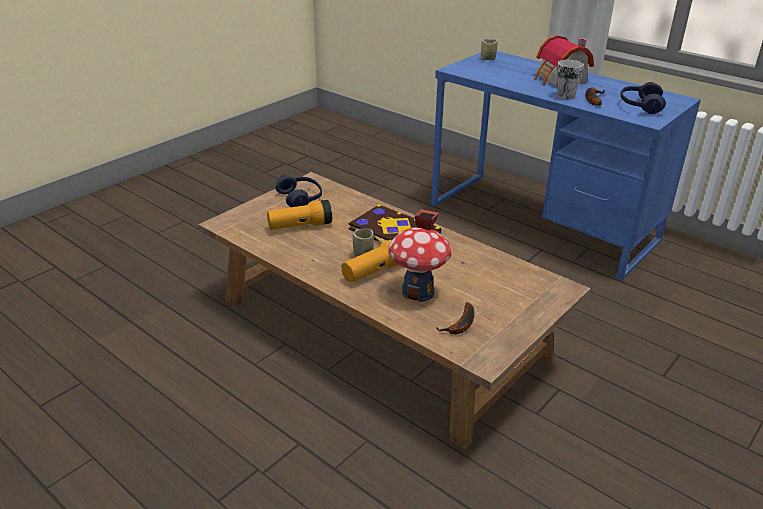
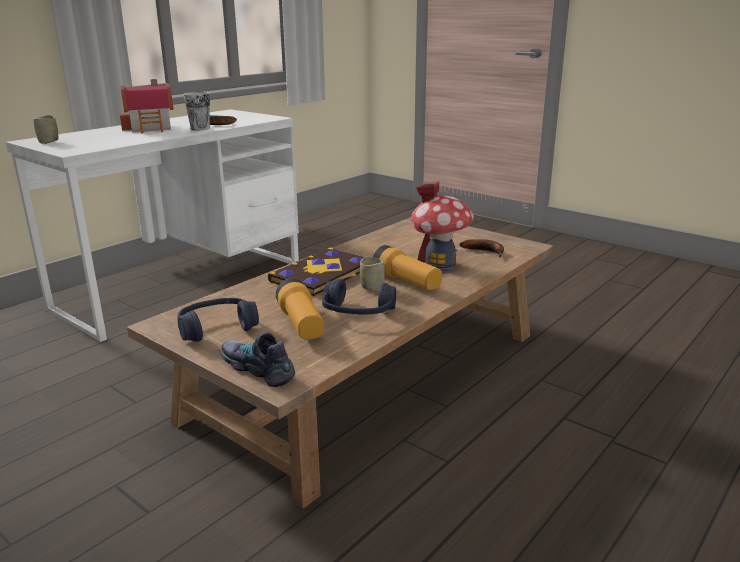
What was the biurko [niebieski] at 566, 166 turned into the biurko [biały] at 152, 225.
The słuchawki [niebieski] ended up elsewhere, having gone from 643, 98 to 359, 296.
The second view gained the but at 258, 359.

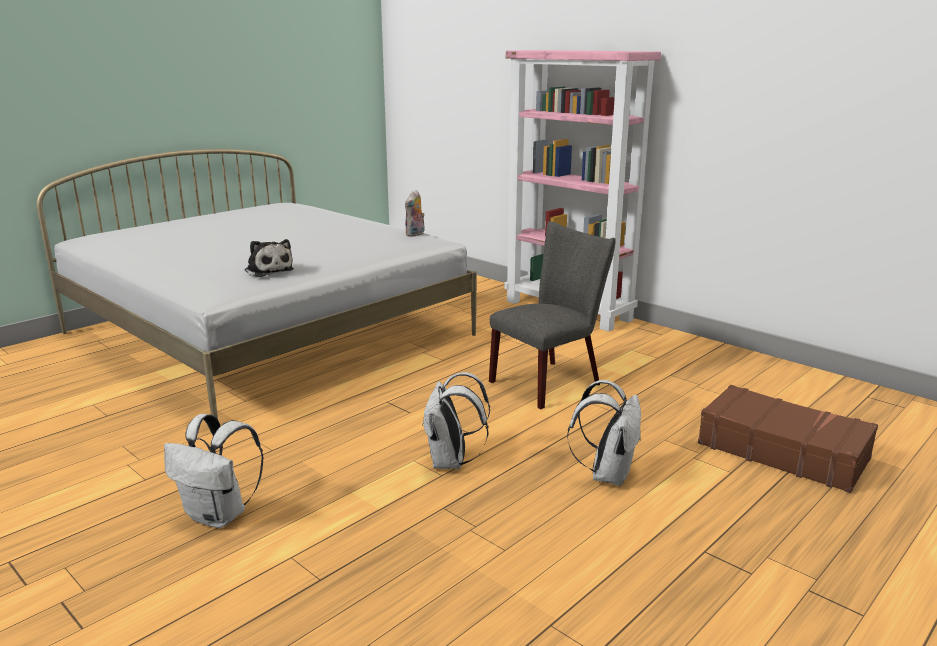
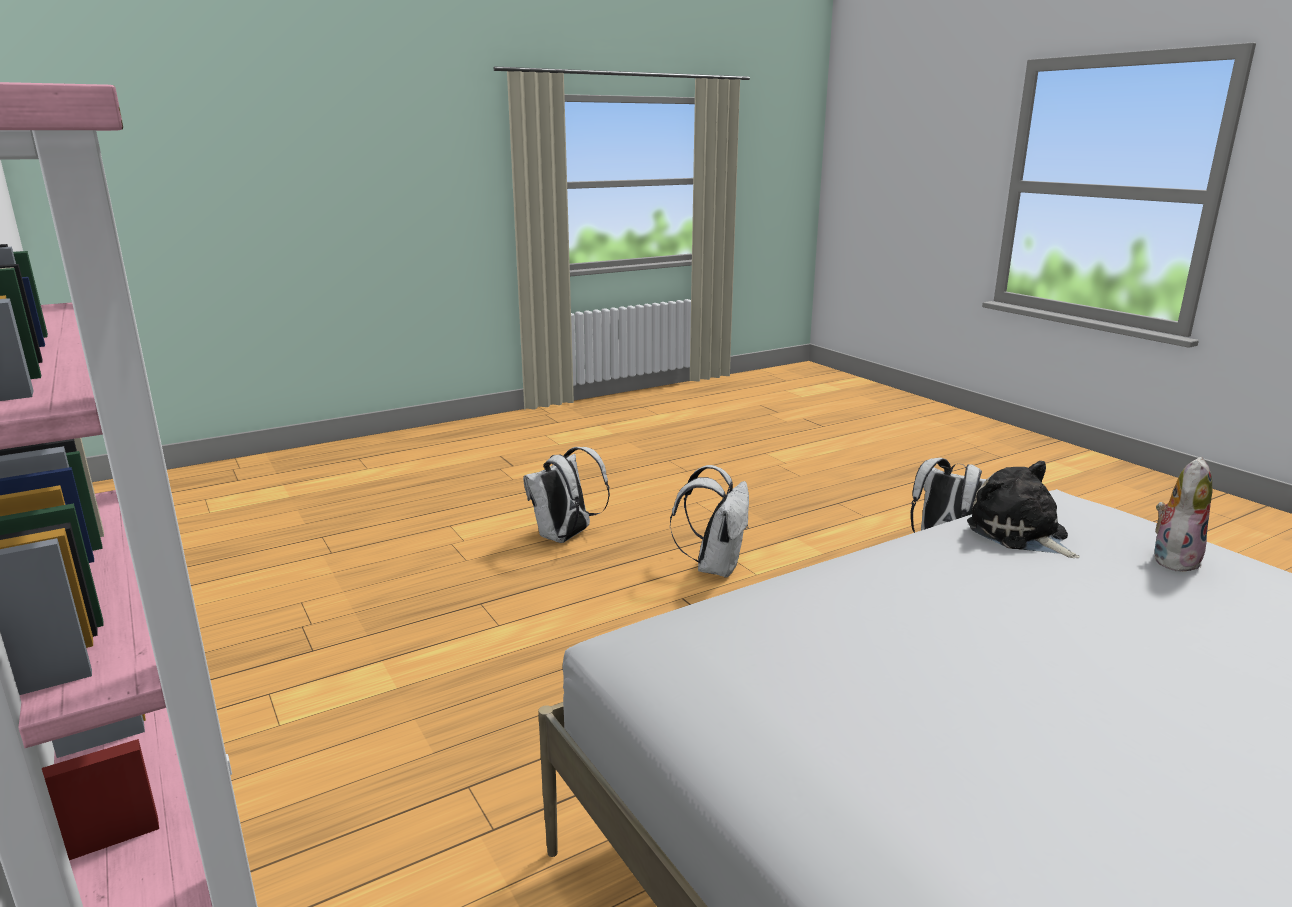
The pluszak ended up elsewhere, having gone from 415, 213 to 1184, 515.
The second view lost the krzesło [szary] at 552, 315.
The second view lost the walizka [brązowy] at 788, 439.

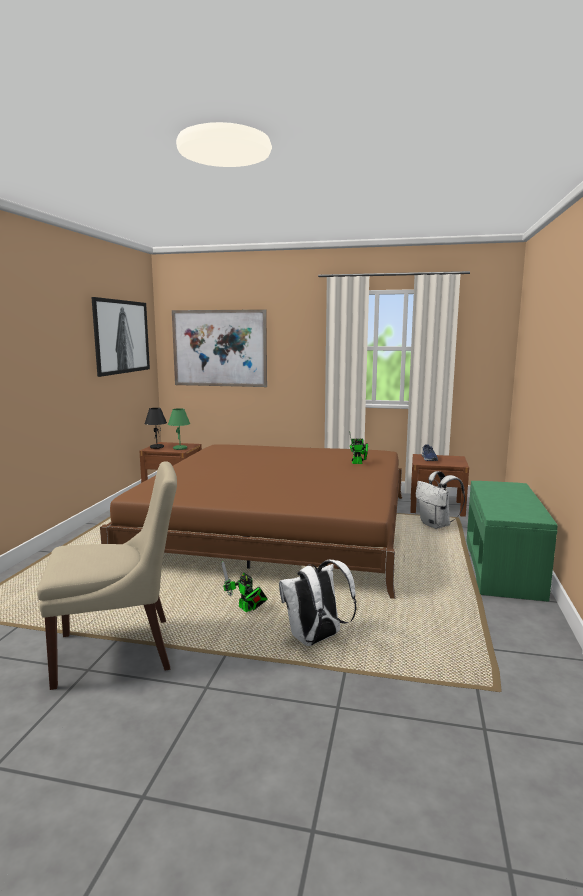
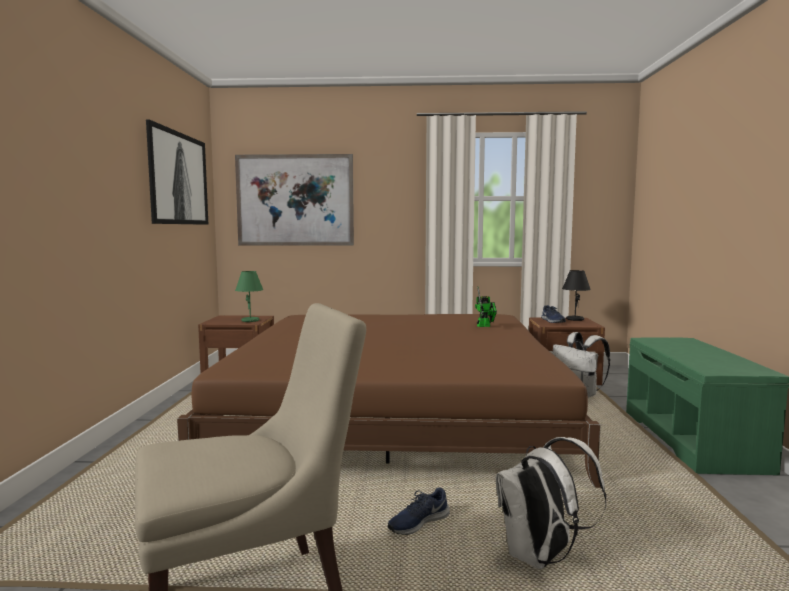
The lampa stołowa [czarny] ended up elsewhere, having gone from 155, 428 to 576, 295.
Where the robot zabawkowy stood at 244, 586, the but [niebieski] came to stand at 418, 511.

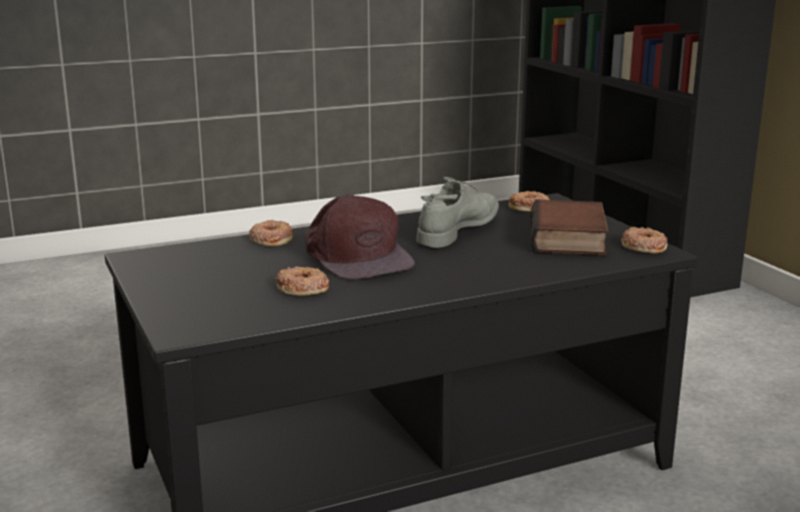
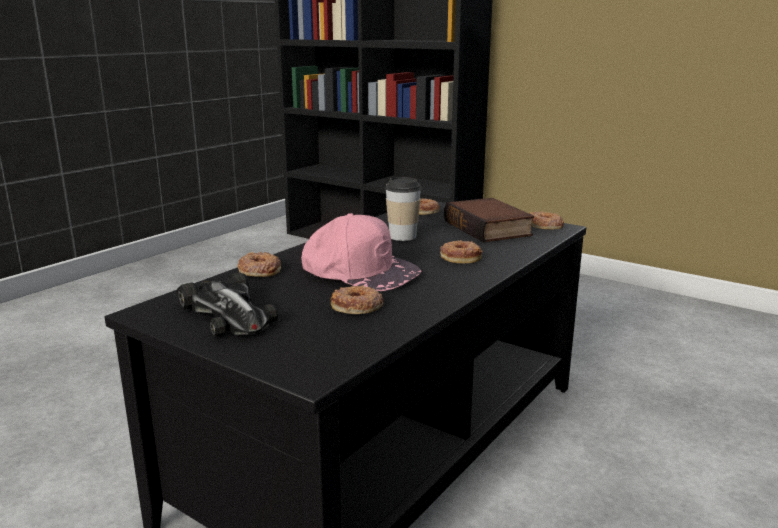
Where the but [szary] stood at 457, 212, the filiżanka came to stand at 403, 209.
What was the czapka z daszkiem [brązowy] at 360, 237 turned into the czapka z daszkiem [różowy] at 361, 252.
The second view gained the donut at 461, 251.
The second view gained the samochodzik at 227, 304.

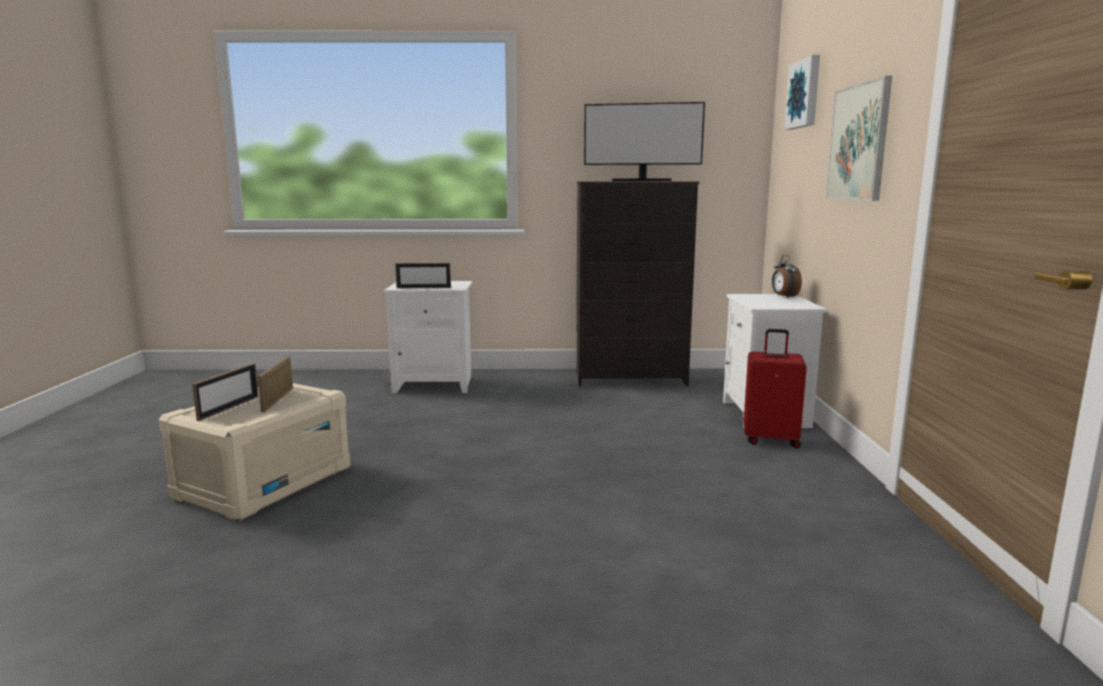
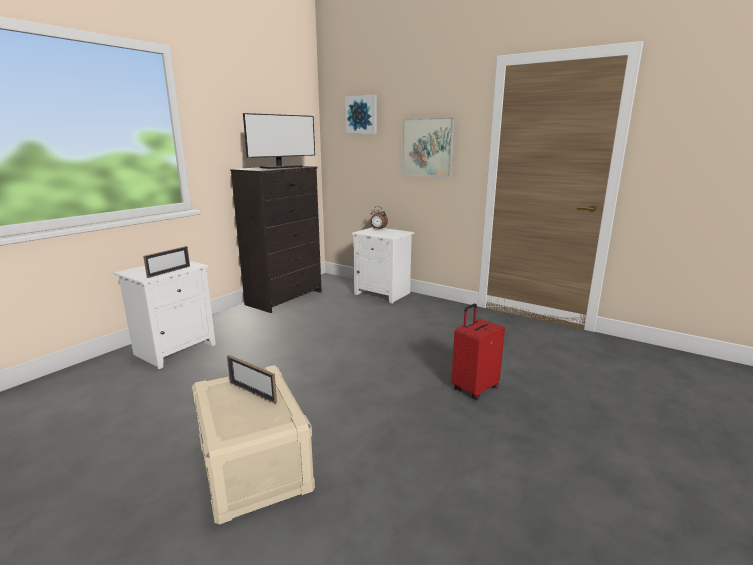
The walizka [czerwony] ended up elsewhere, having gone from 775, 388 to 478, 352.
The second view lost the ramka na zdjęcie at 225, 392.

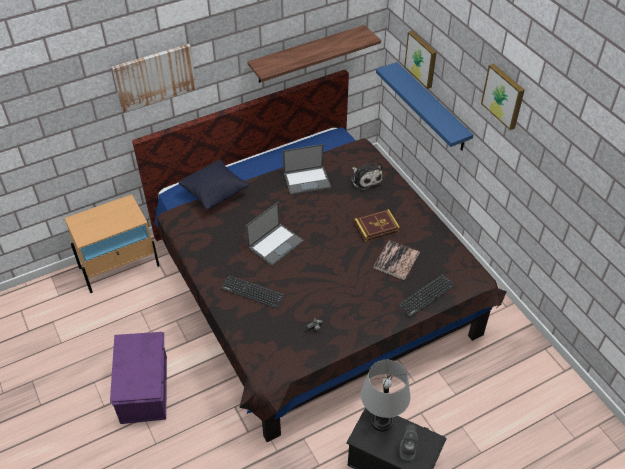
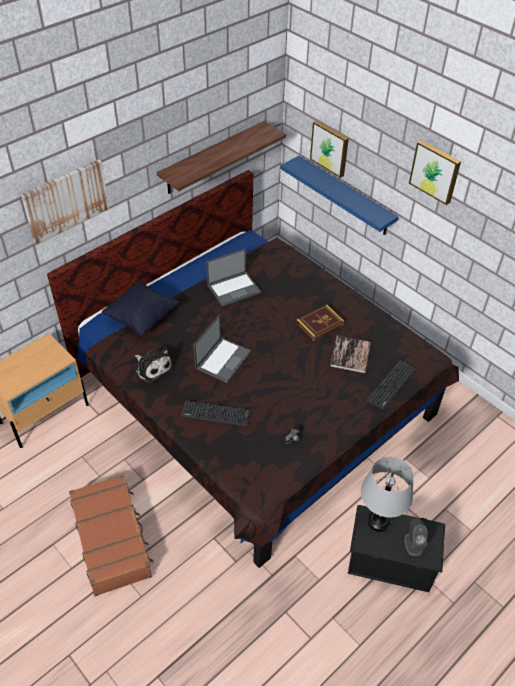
The pluszak ended up elsewhere, having gone from 366, 176 to 154, 365.
Where the pojemnik do przechowywania [fioletowy] stood at 138, 378, the walizka [brązowy] came to stand at 111, 535.

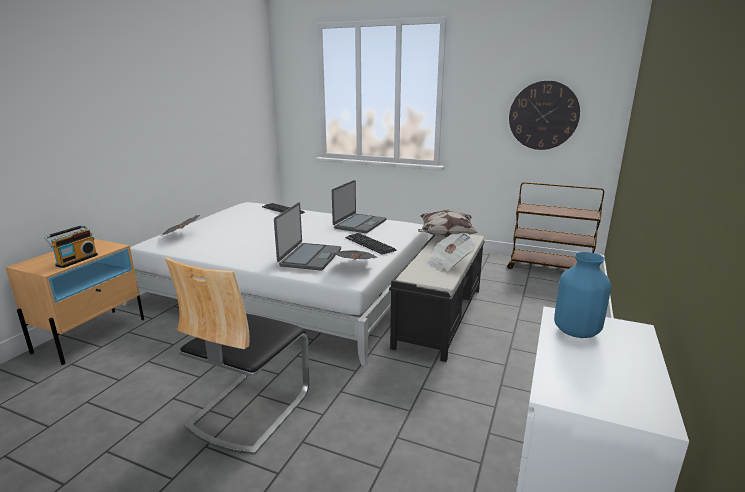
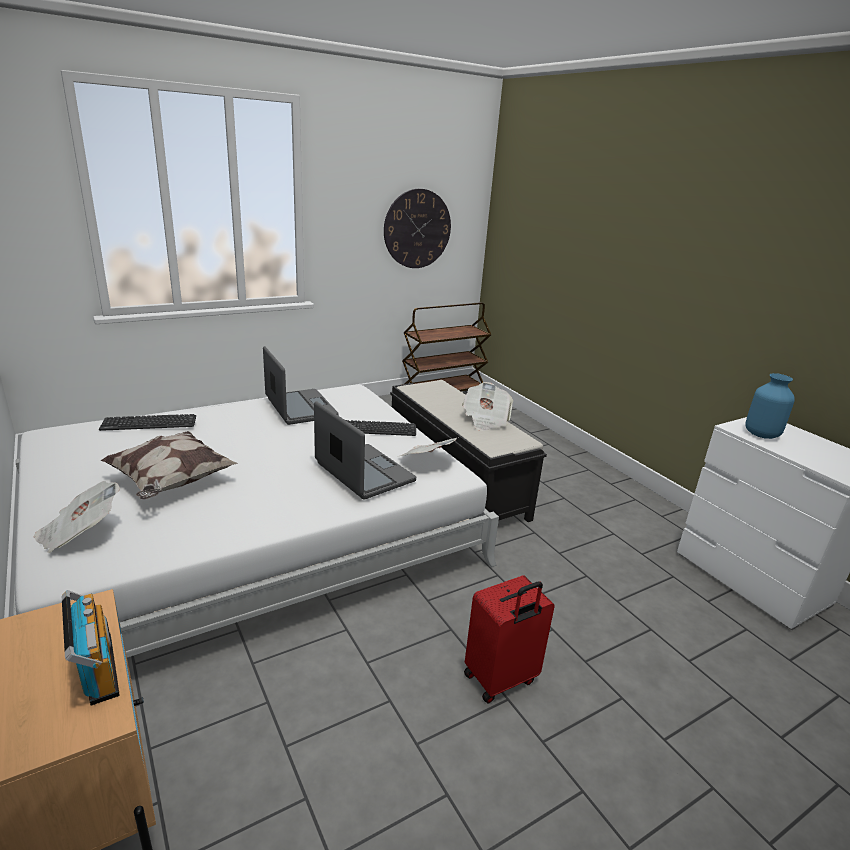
The poduszka ended up elsewhere, having gone from 448, 223 to 169, 465.
Where the krzesło stood at 237, 356, the walizka [czerwony] came to stand at 509, 639.

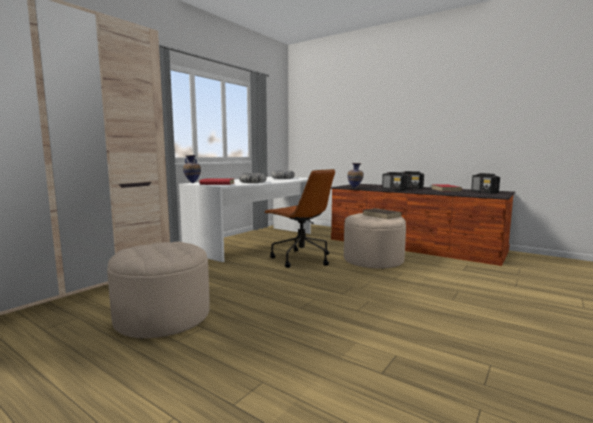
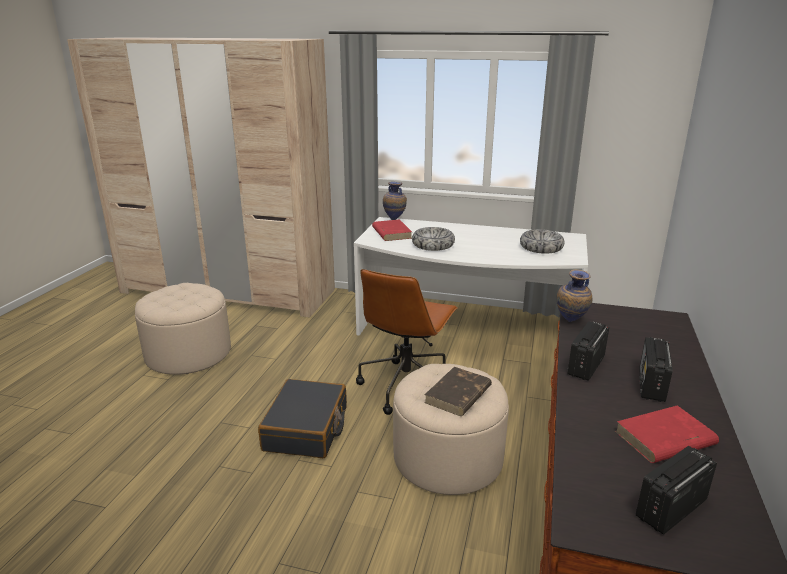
The second view gained the walizka [czarny] at 302, 418.

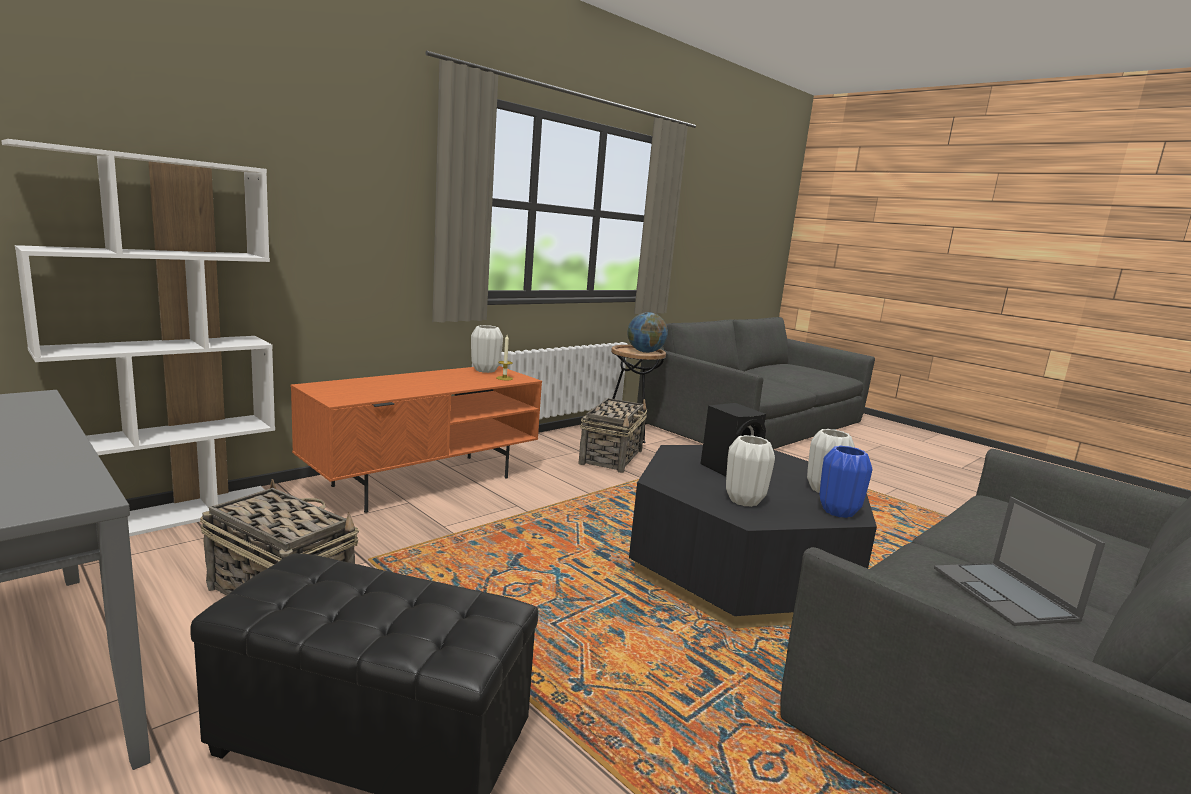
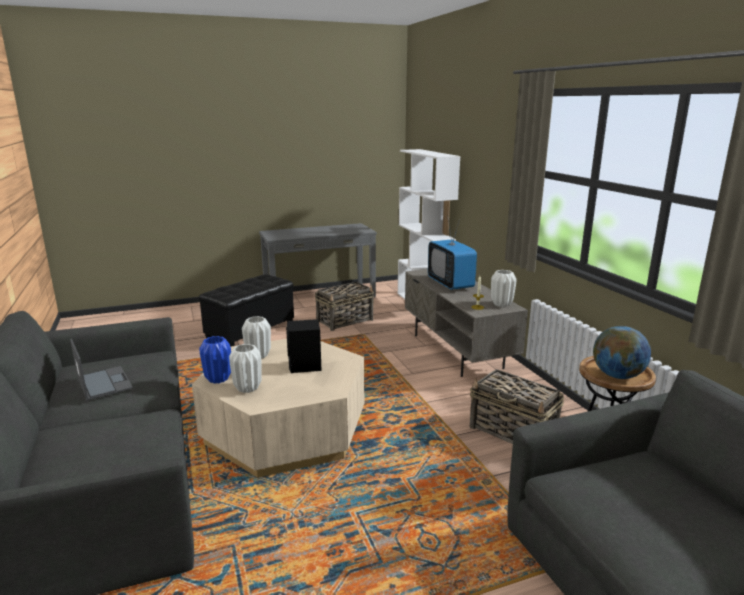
What was the szafka pod telewizor [pomarańczowy] at 416, 439 turned into the szafka pod telewizor [szary] at 466, 323.
What was the ława [czarny] at 753, 537 turned into the ława [beżowy] at 278, 408.
The laptop at 1019, 561 ended up facing another way, 45 degrees clockwise from before.
The second view gained the telewizor at 452, 255.

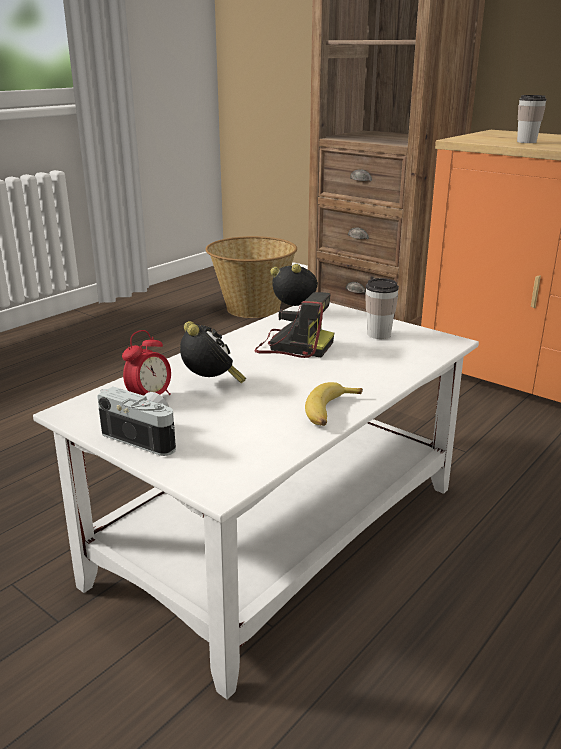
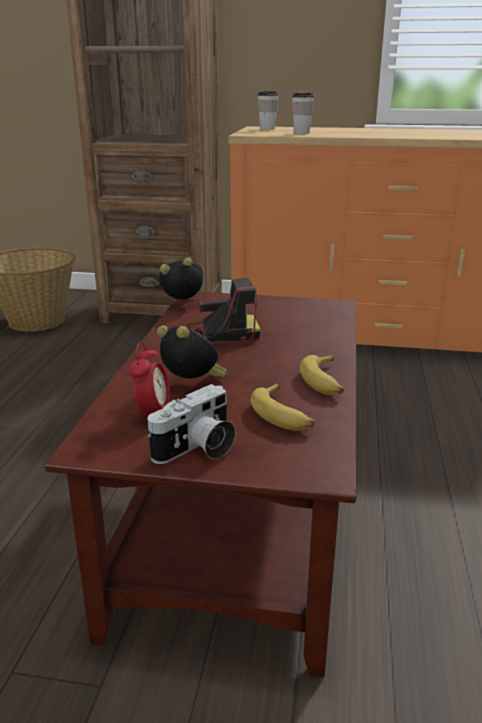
The filiżanka ended up elsewhere, having gone from 382, 308 to 268, 110.
What was the ława [biały] at 256, 500 turned into the ława [brązowy] at 200, 485.
The aparat fotograficzny at 136, 421 ended up facing another way, 135 degrees clockwise from before.
The second view gained the banan at 283, 407.

